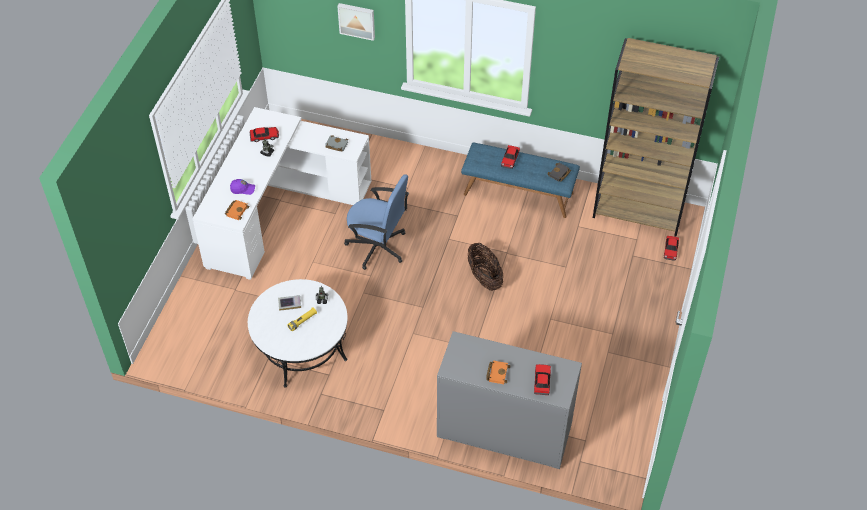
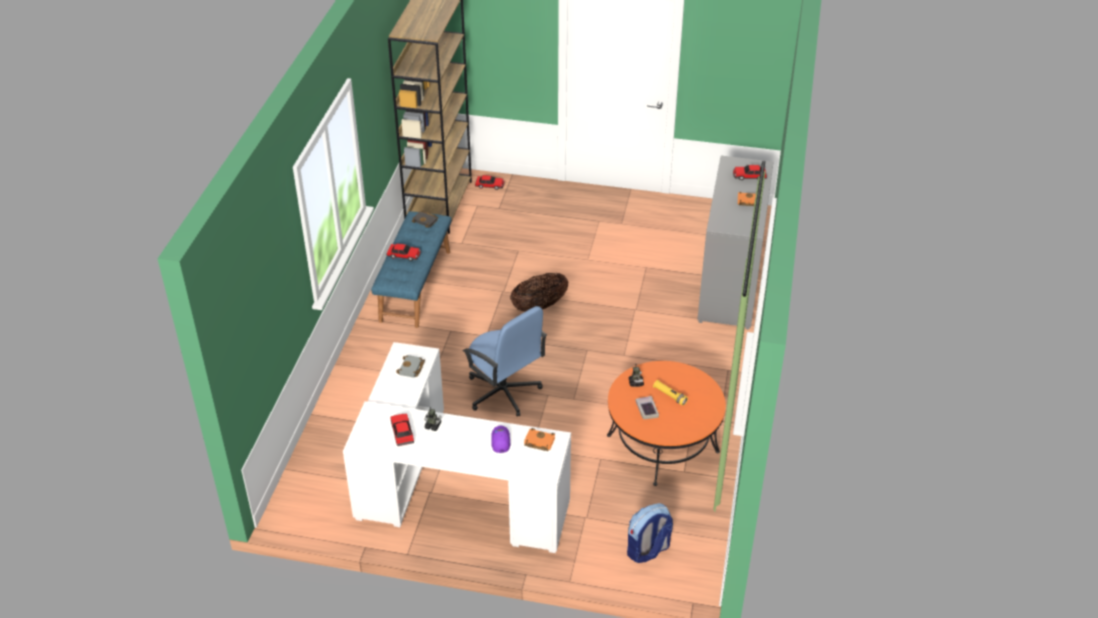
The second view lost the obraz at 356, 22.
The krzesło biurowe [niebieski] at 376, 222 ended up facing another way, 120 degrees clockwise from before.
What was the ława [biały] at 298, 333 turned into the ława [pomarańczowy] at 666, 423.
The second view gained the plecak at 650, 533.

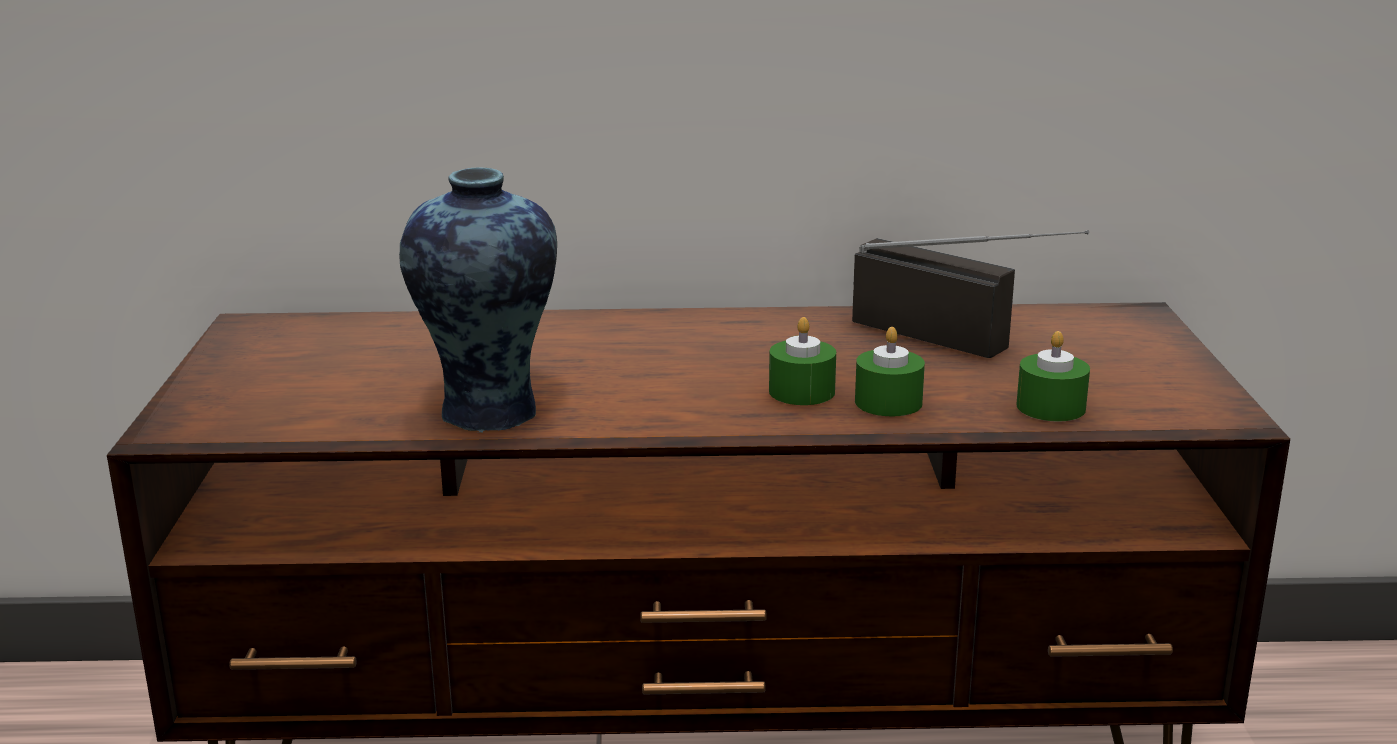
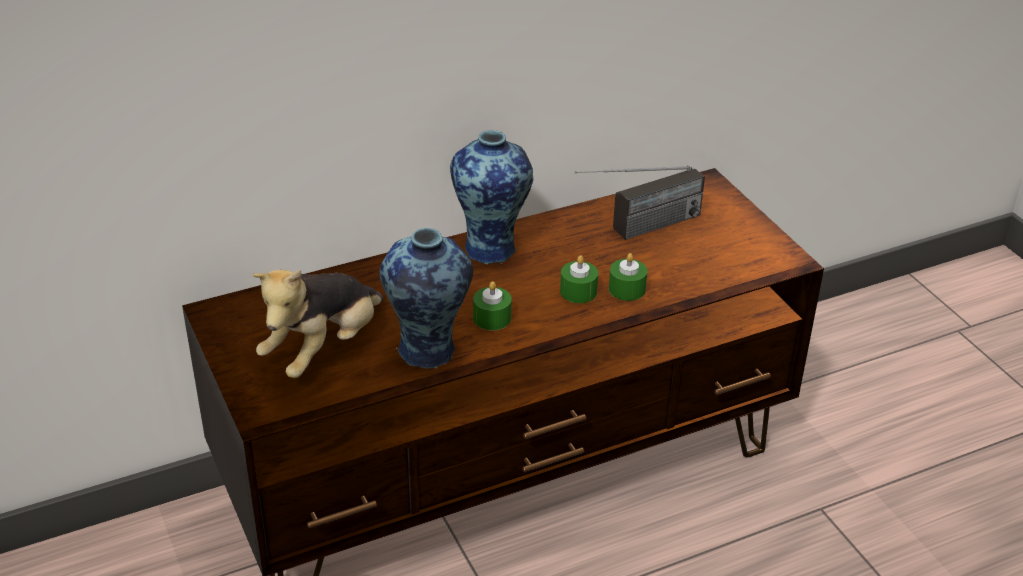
The radio at 970, 294 ended up facing another way, 135 degrees clockwise from before.
The świeca [zielony] ended up elsewhere, having gone from 1053, 376 to 492, 305.
The second view gained the wazon at 491, 197.
The second view gained the pluszak at 318, 324.

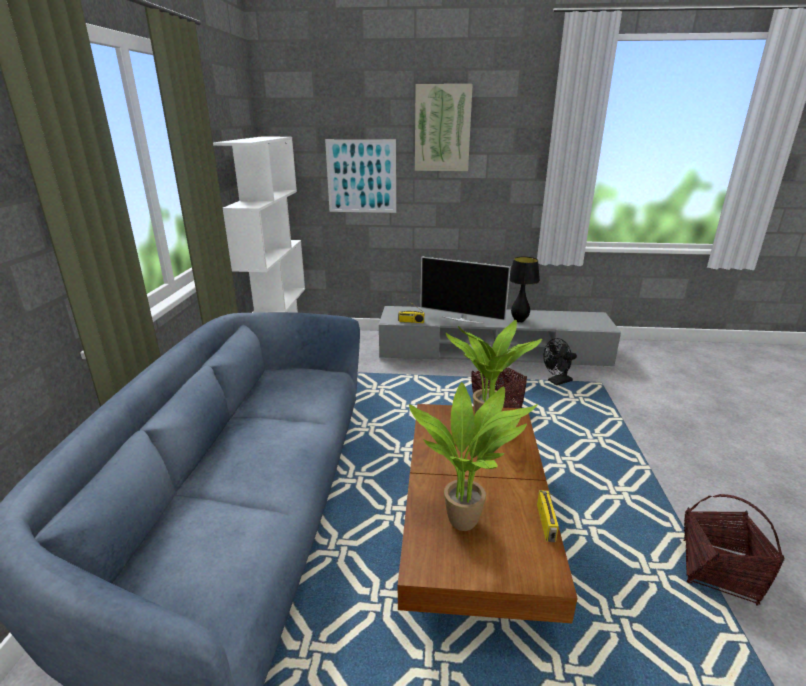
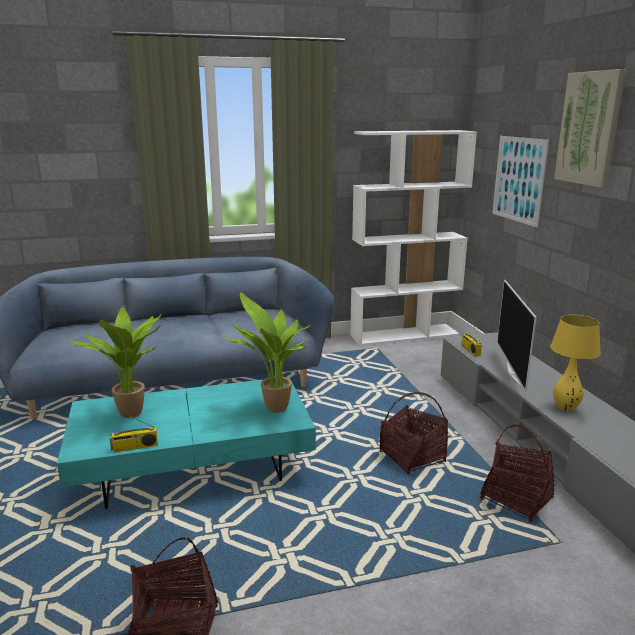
What was the lampa stołowa [czarny] at 524, 289 turned into the lampa stołowa [żółty] at 575, 363.
Where the wentylator [czarny] stood at 560, 361, the koszyk came to stand at 517, 473.
What was the ława [brązowy] at 488, 513 turned into the ława [turkusowy] at 186, 443.

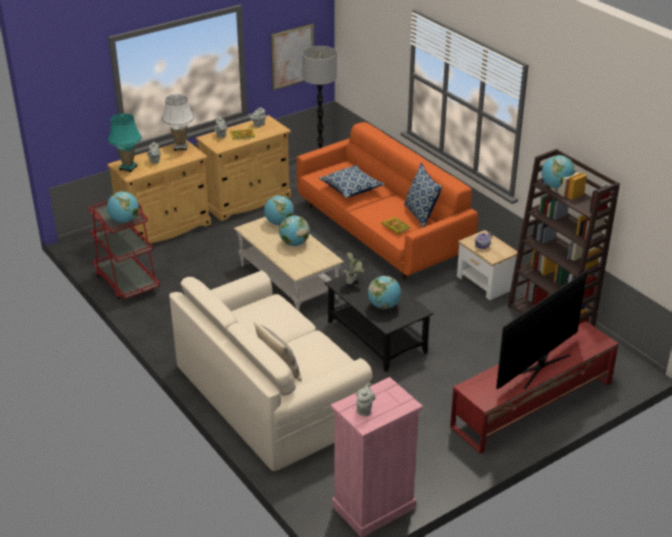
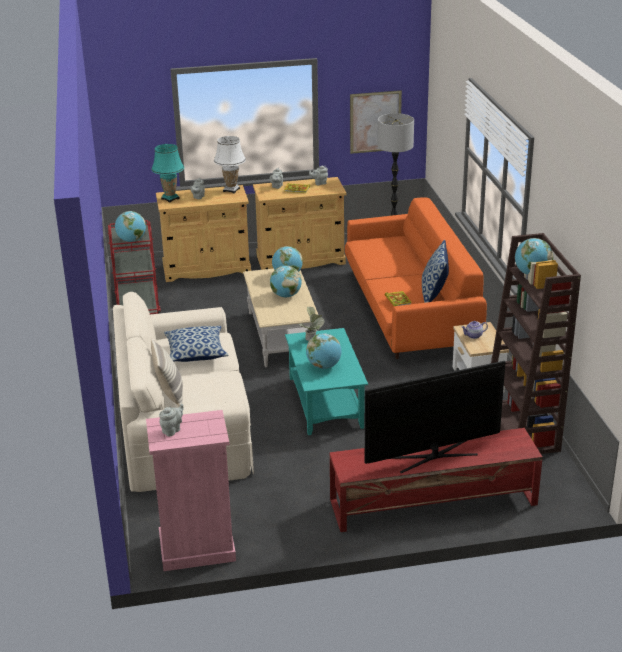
The poduszka ended up elsewhere, having gone from 352, 181 to 196, 344.
What was the ława [czarny] at 379, 318 turned into the ława [turkusowy] at 326, 381.

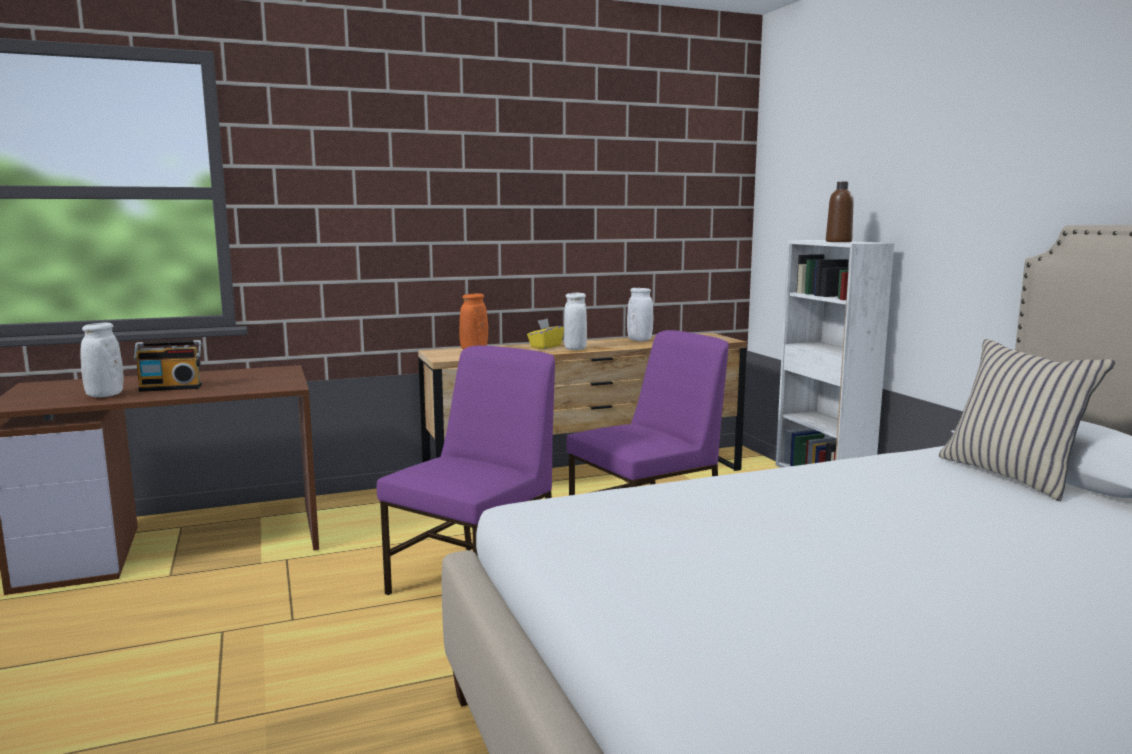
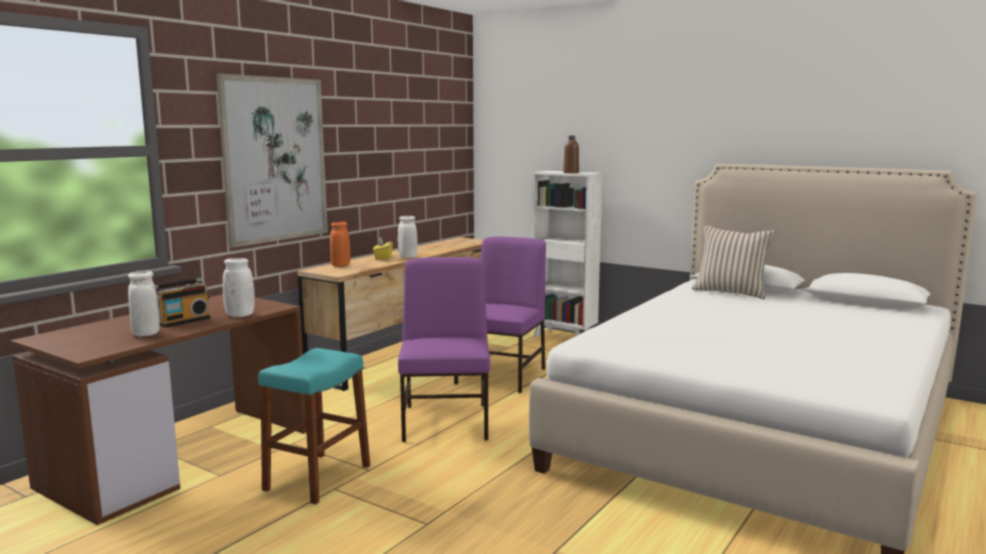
The wazon [biały] ended up elsewhere, having gone from 640, 314 to 239, 287.
The second view gained the obraz at 272, 161.
The second view gained the stołek [turkusowy] at 314, 426.

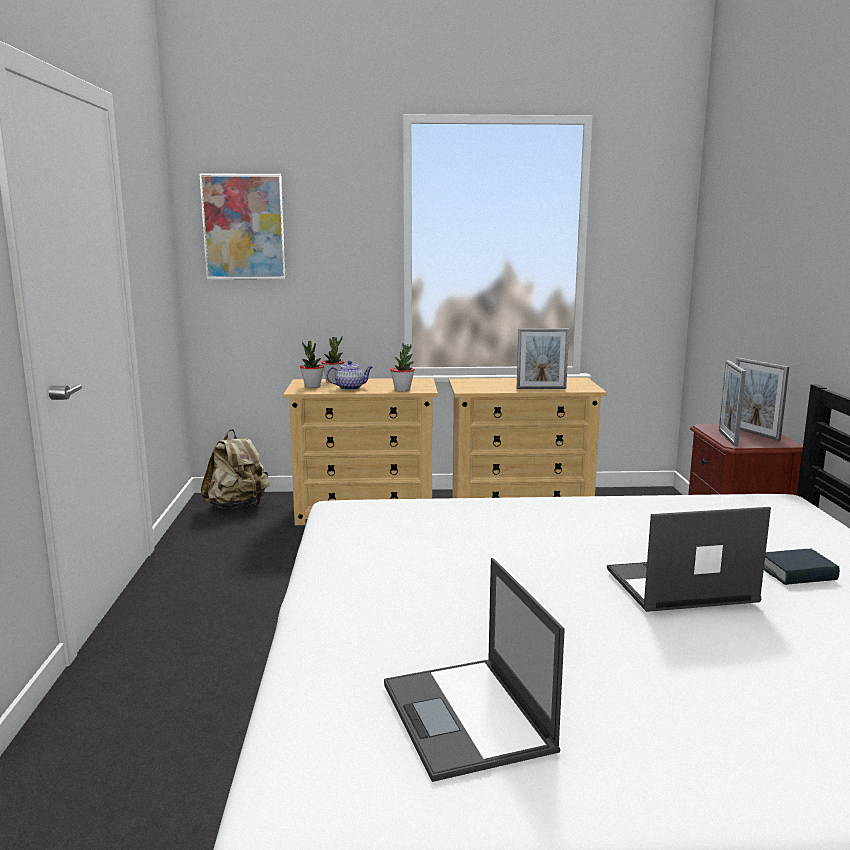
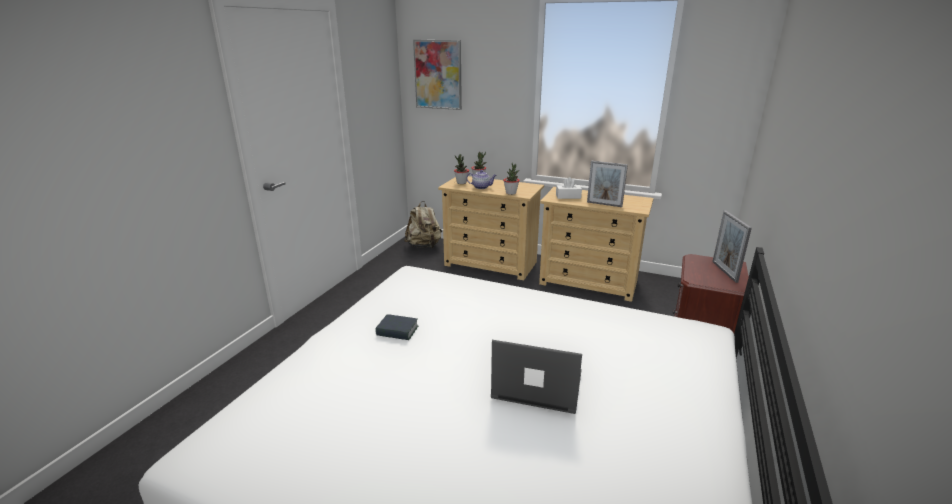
The second view lost the ramka na zdjęcie at 732, 403.
The książka ended up elsewhere, having gone from 802, 567 to 397, 327.
The second view lost the laptop at 474, 670.
The second view gained the pudełko chusteczek [biały] at 569, 188.

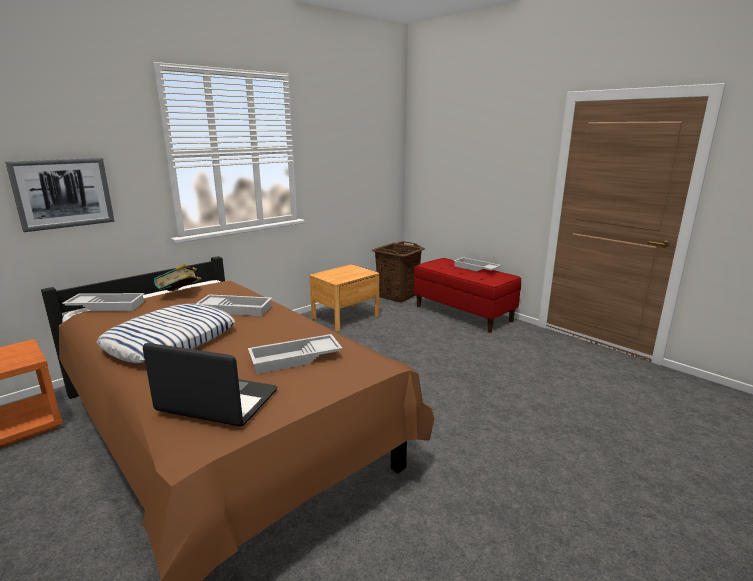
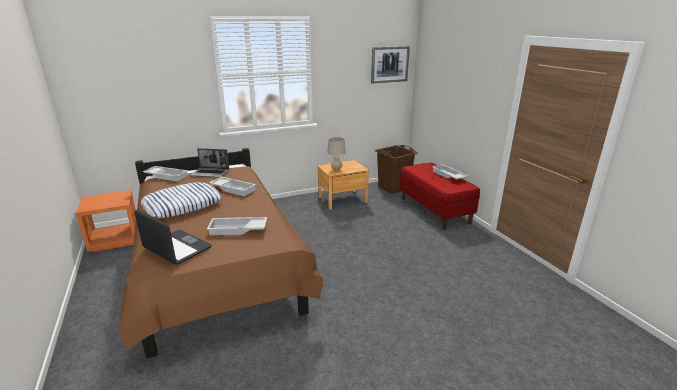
The obraz ended up elsewhere, having gone from 60, 195 to 390, 64.
Where the książka stood at 177, 277, the laptop came to stand at 209, 162.
The second view gained the lampa stołowa [beżowy] at 336, 153.

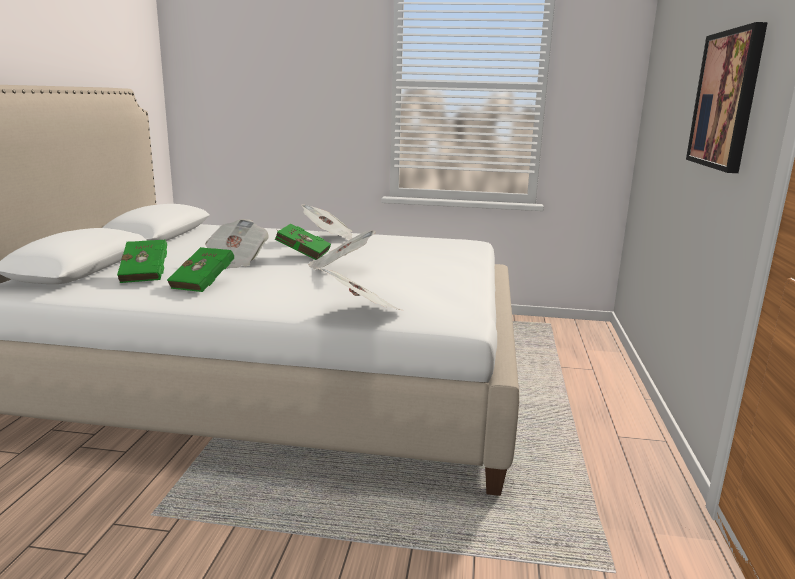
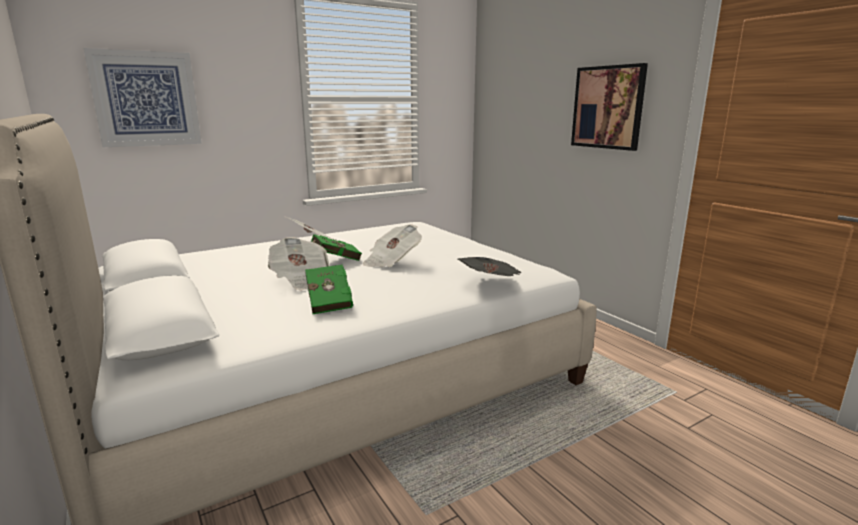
The second view lost the książka [zielony] at 142, 261.
The second view gained the obraz at 143, 97.

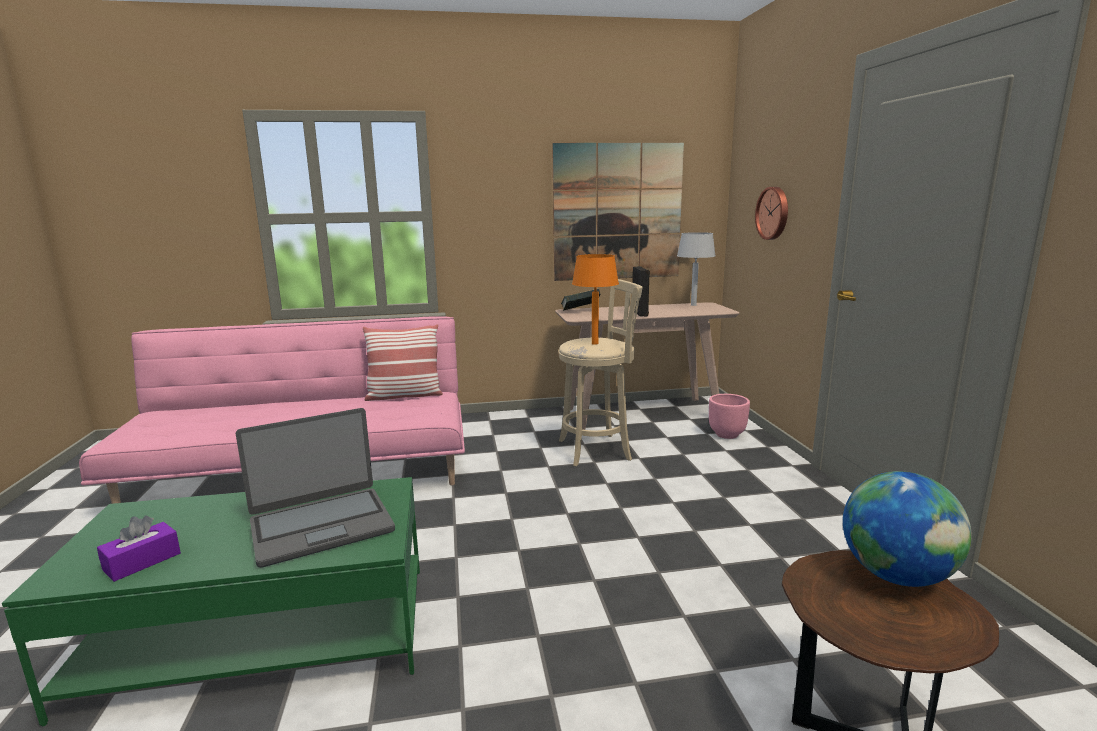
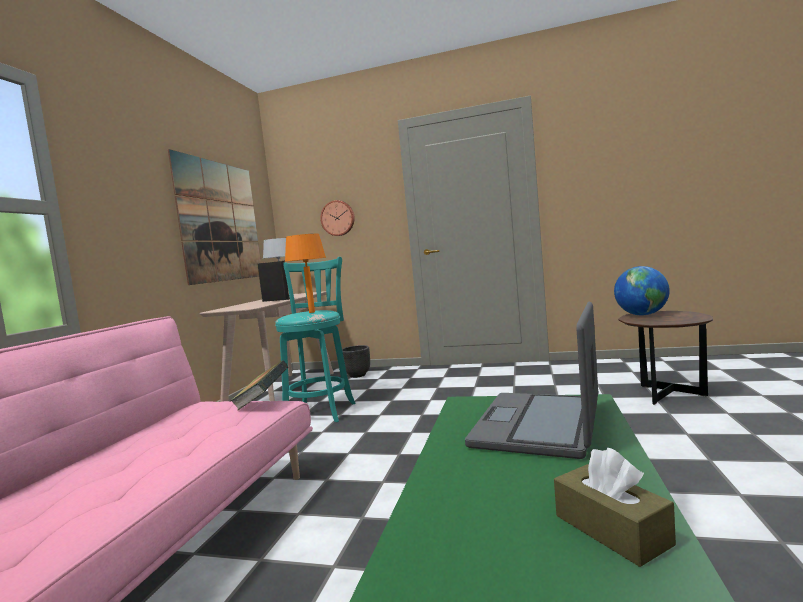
What was the stołek [beżowy] at 600, 372 turned into the stołek [turkusowy] at 315, 339.
The książka ended up elsewhere, having gone from 581, 300 to 259, 385.
The second view lost the poduszka at 403, 362.
What was the donica [różowy] at 729, 416 turned into the donica [czarny] at 356, 361.
The laptop at 315, 488 ended up facing another way, 150 degrees counterclockwise from before.
What was the pudełko chusteczek [fioletowy] at 139, 549 turned into the pudełko chusteczek [brązowy] at 615, 507.

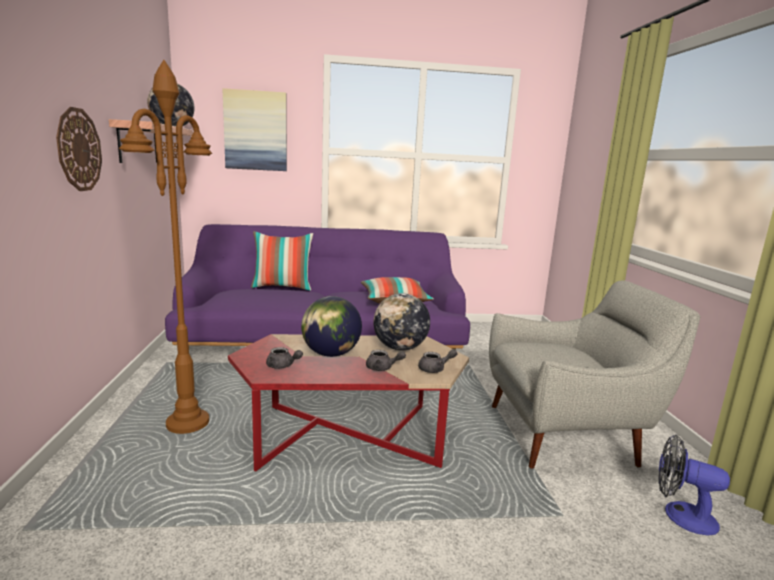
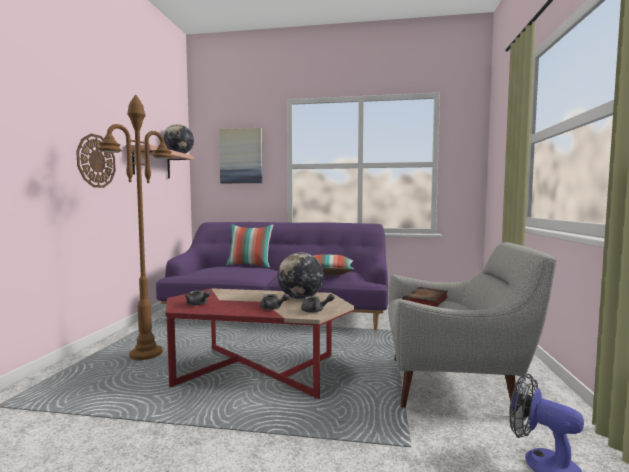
The second view lost the globus at 331, 326.
The second view gained the książka at 425, 297.

